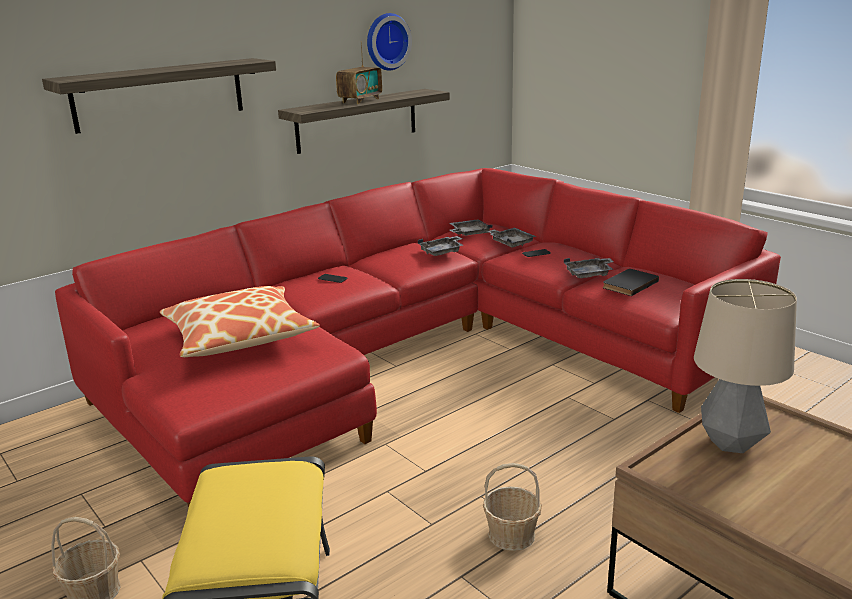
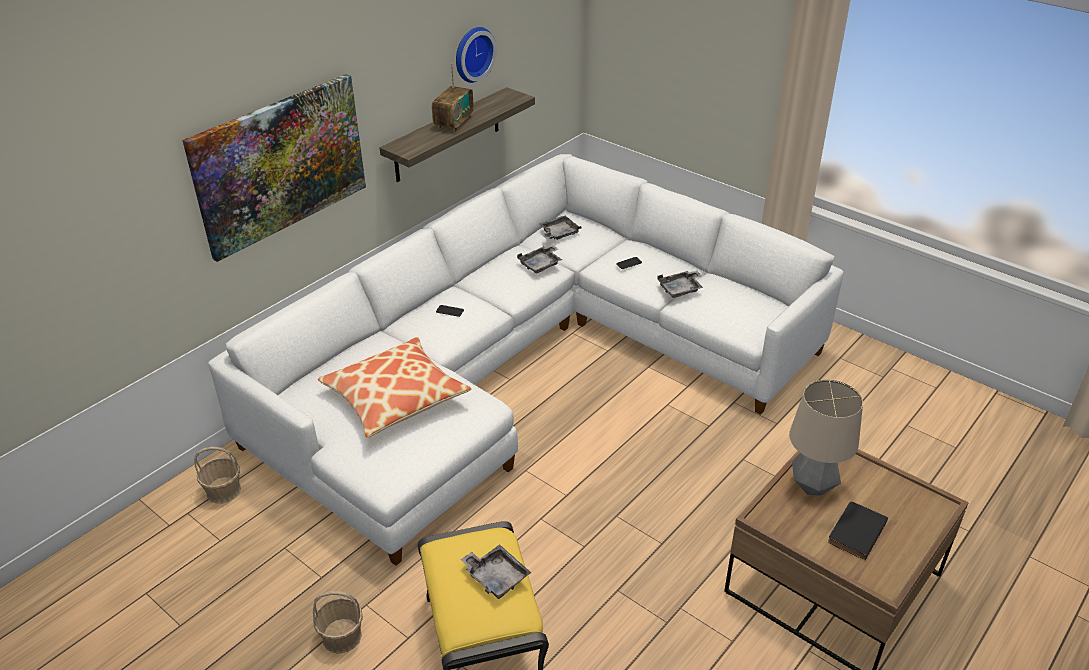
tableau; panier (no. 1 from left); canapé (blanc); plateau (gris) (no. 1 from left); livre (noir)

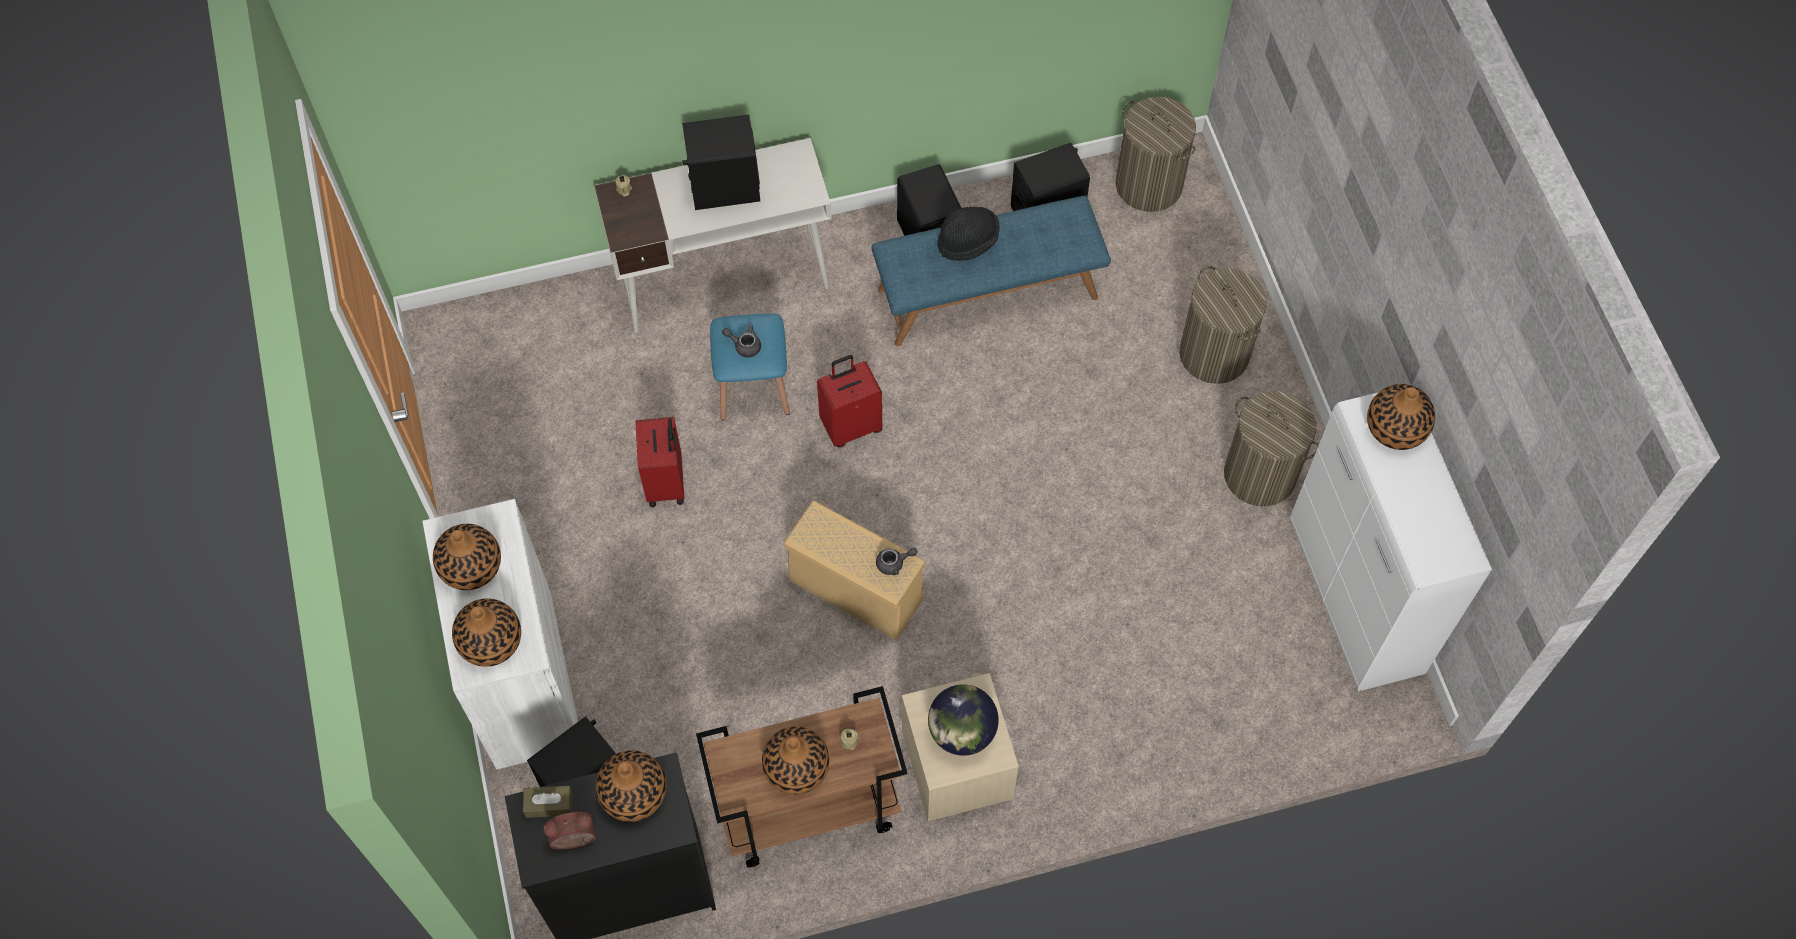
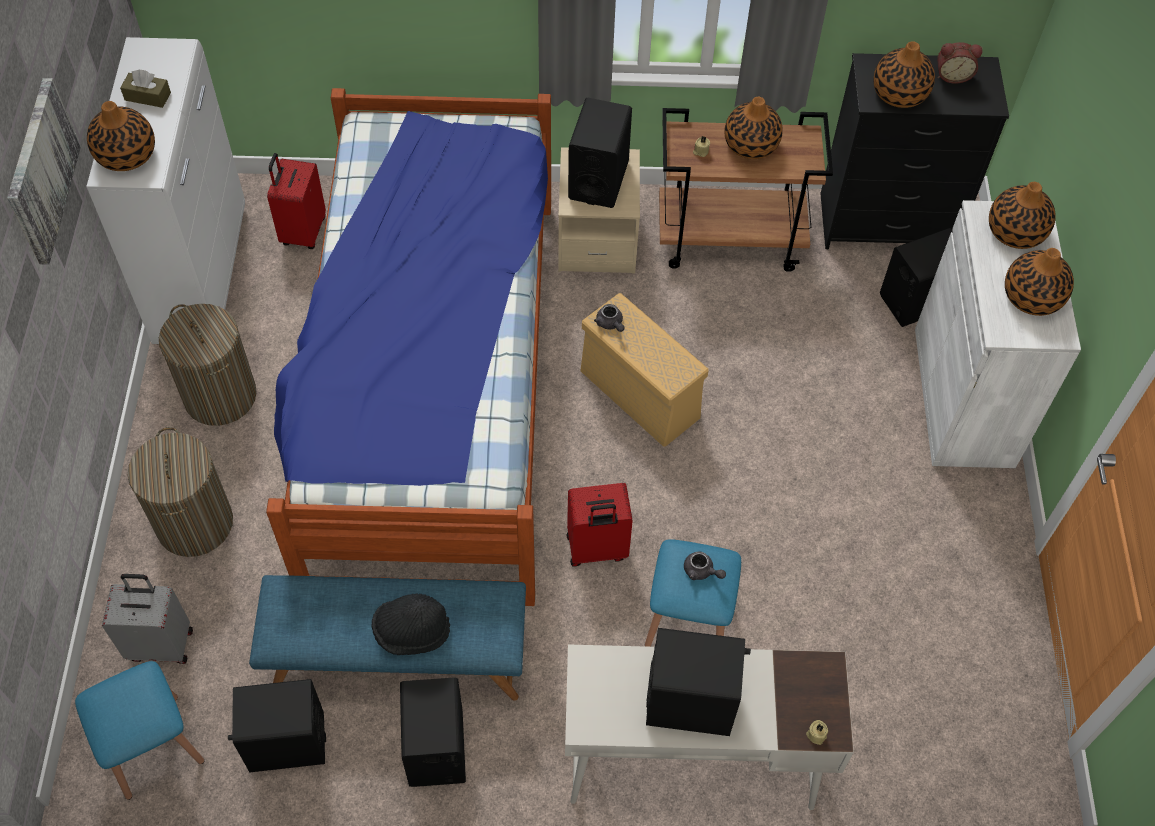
tableau; tabouret (bleu) (no. 1 from left); valise (gris); boîte à mouchoirs (marron); lit; valise (rouge) (no. 1 from left); enceinte (noir) (no. 3 from left); théière (gris) (no. 1 from left)

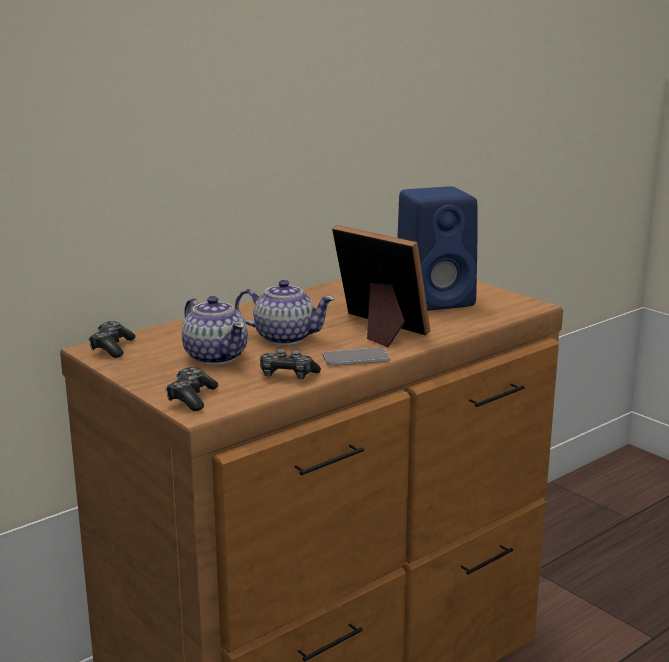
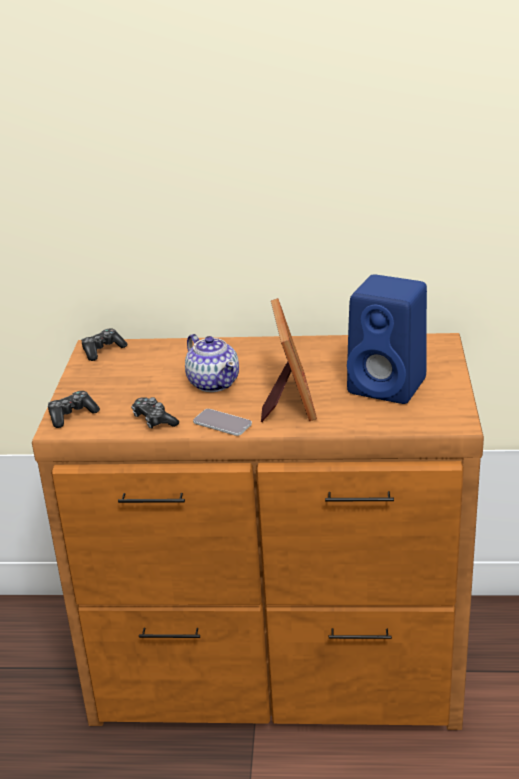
théière (no. 1 from left in the first image)

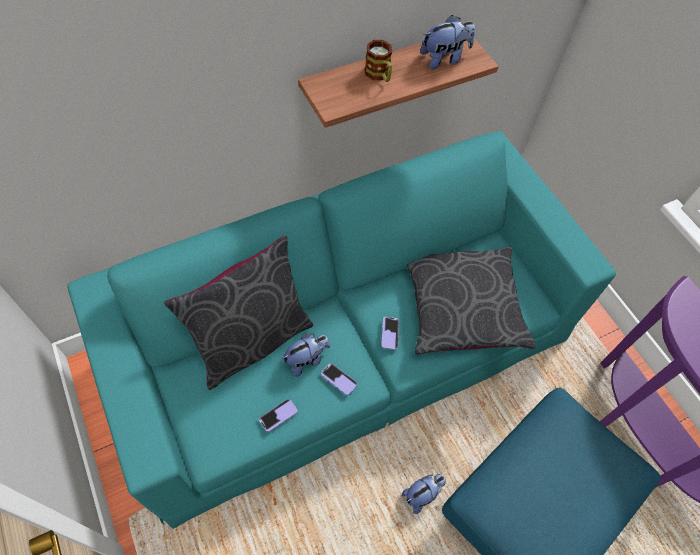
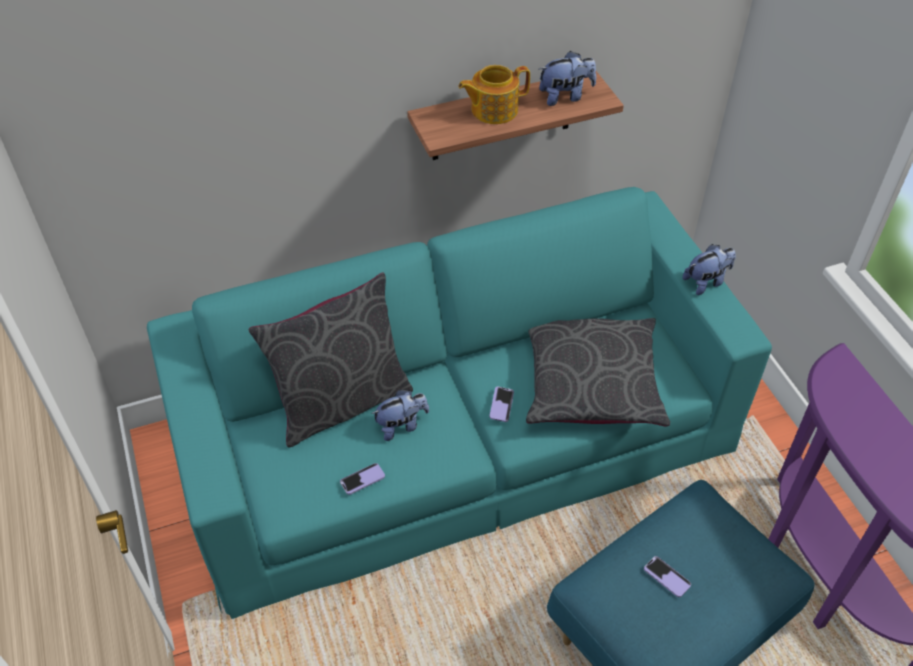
théière; téléphone (no. 3 from left); peluche (no. 3 from left)

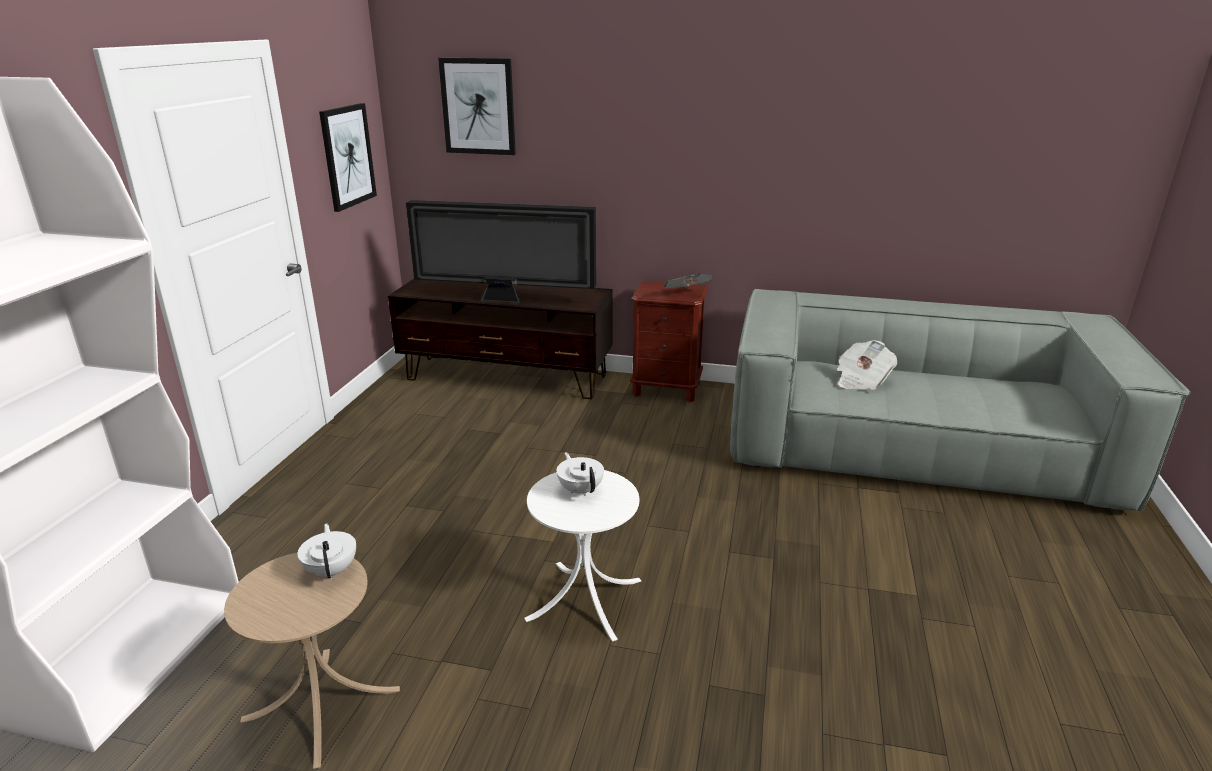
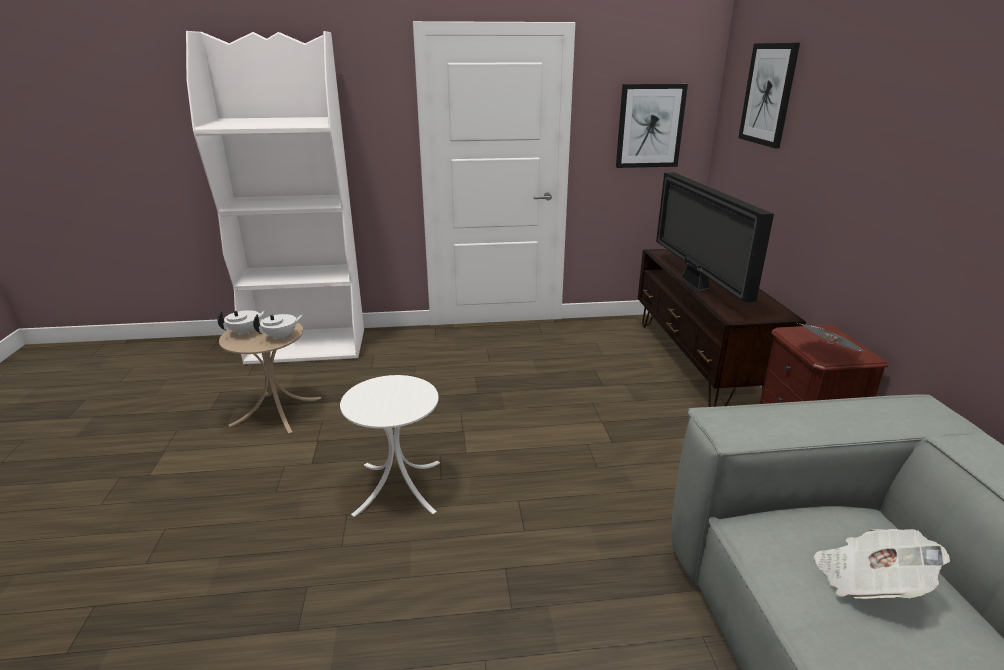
théière (blanc) (no. 1 from left)

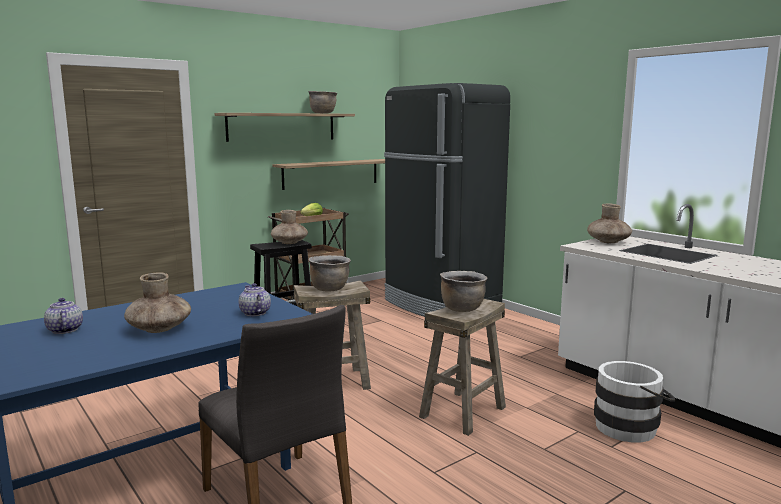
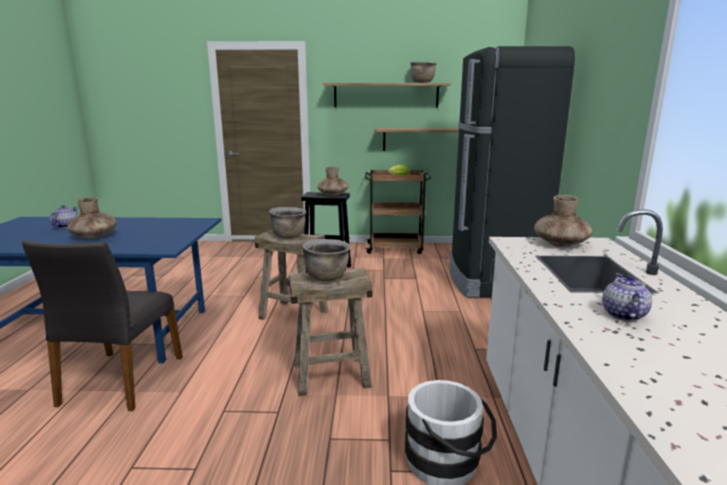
théière (no. 2 from left)

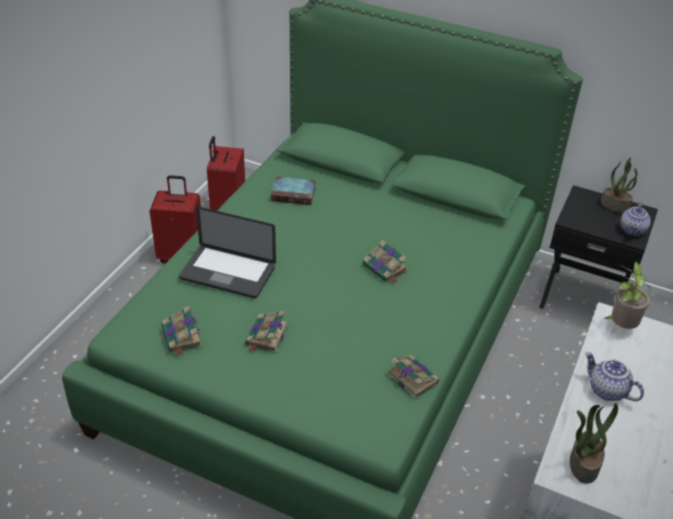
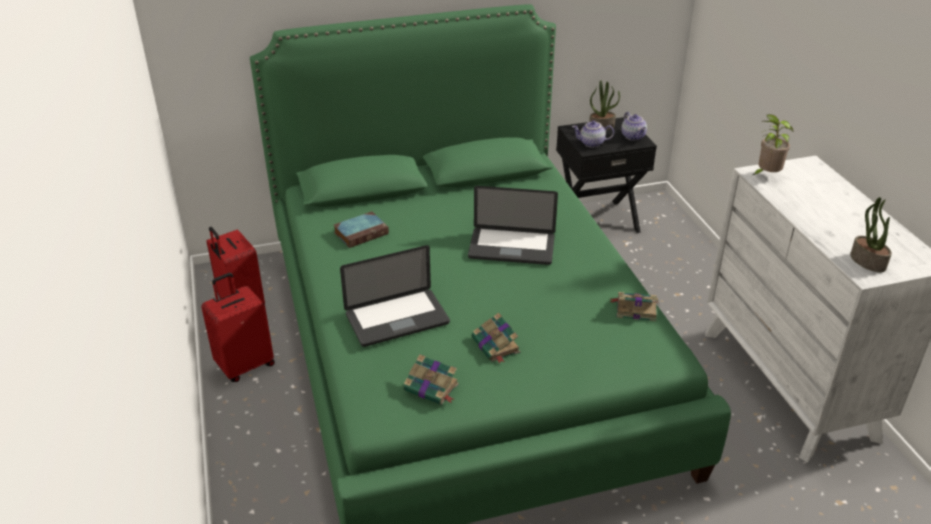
ordinateur portable (no. 2 from left); théière (no. 1 from left)

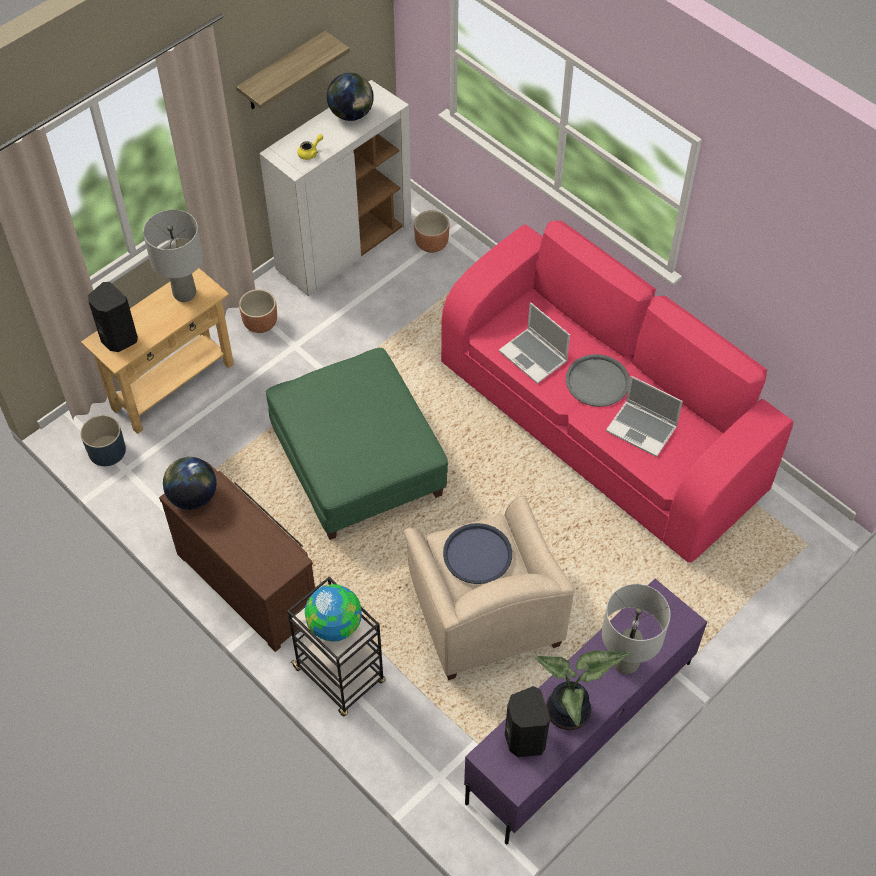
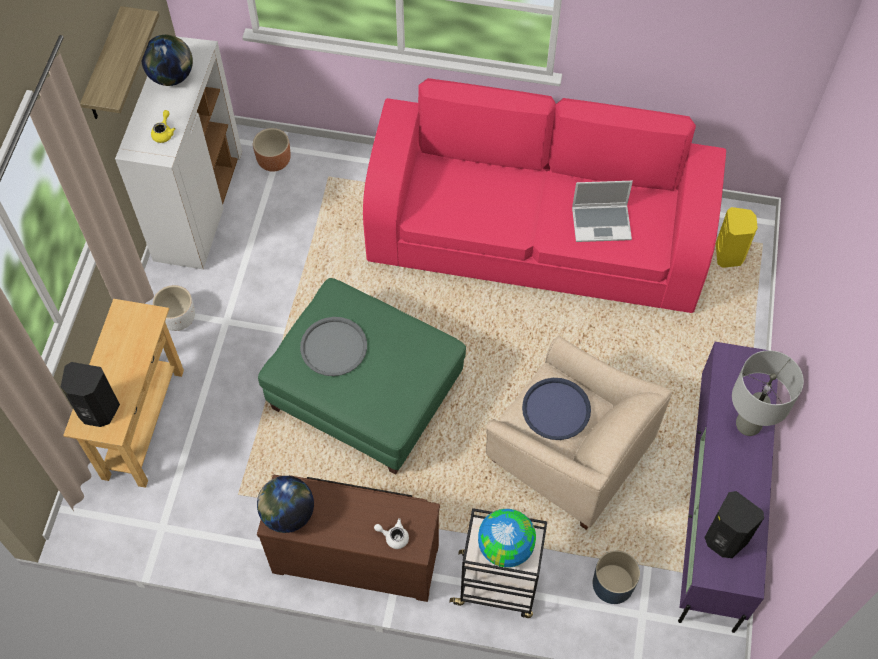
cache-pot (blanc); plateau (gris); théière (blanc); cache-pot (bleu); enceinte (jaune); lampe de table (gris) (no. 1 from left in the first image); ordinateur portable (no. 1 from left in the first image); plante en pot

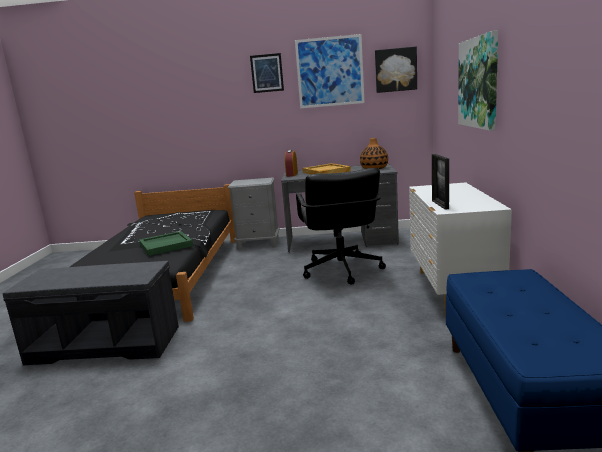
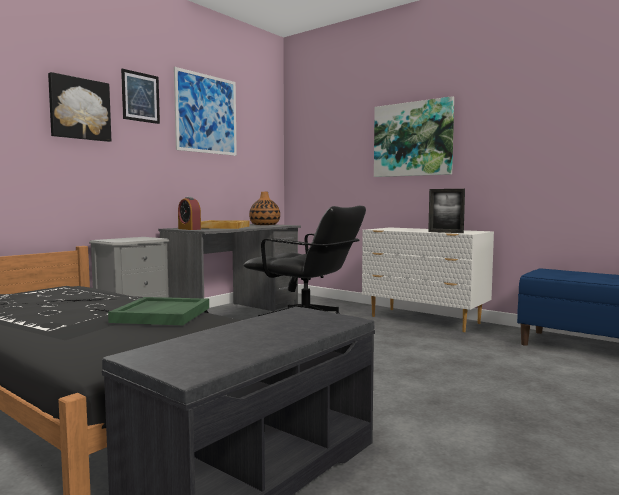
tableau (no. 1 from left)

